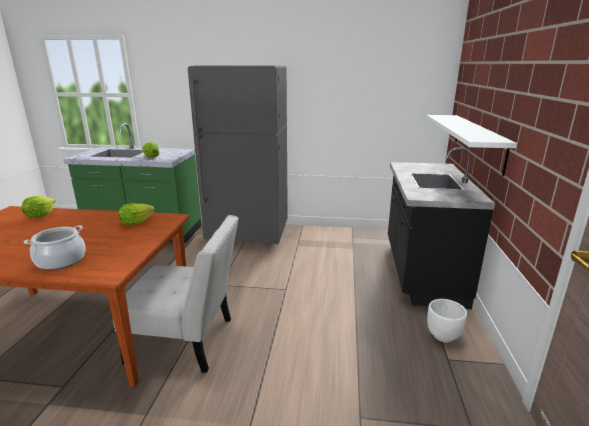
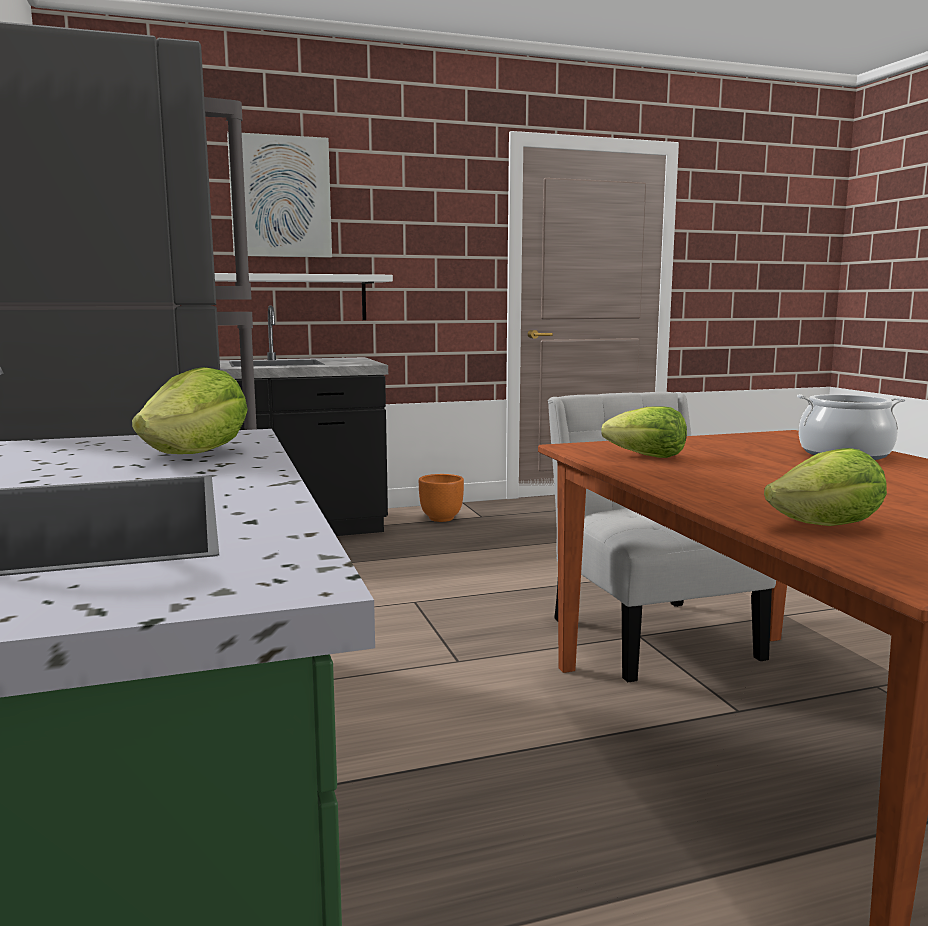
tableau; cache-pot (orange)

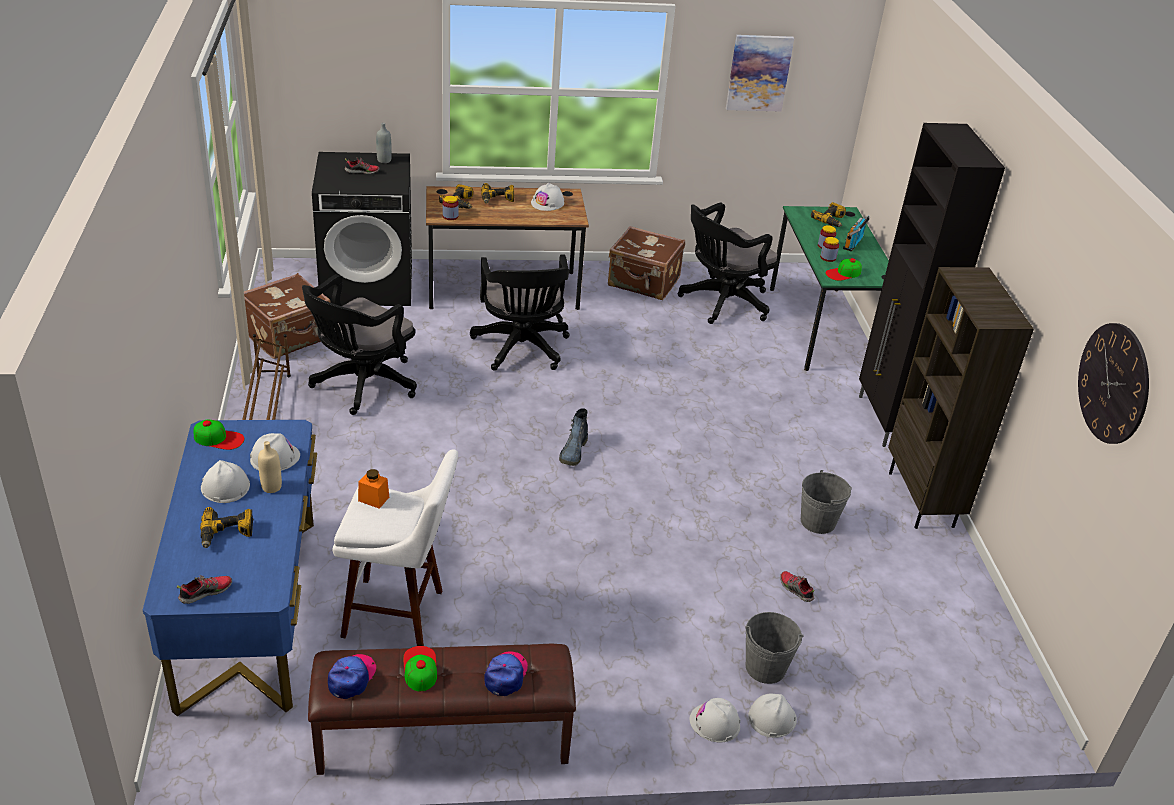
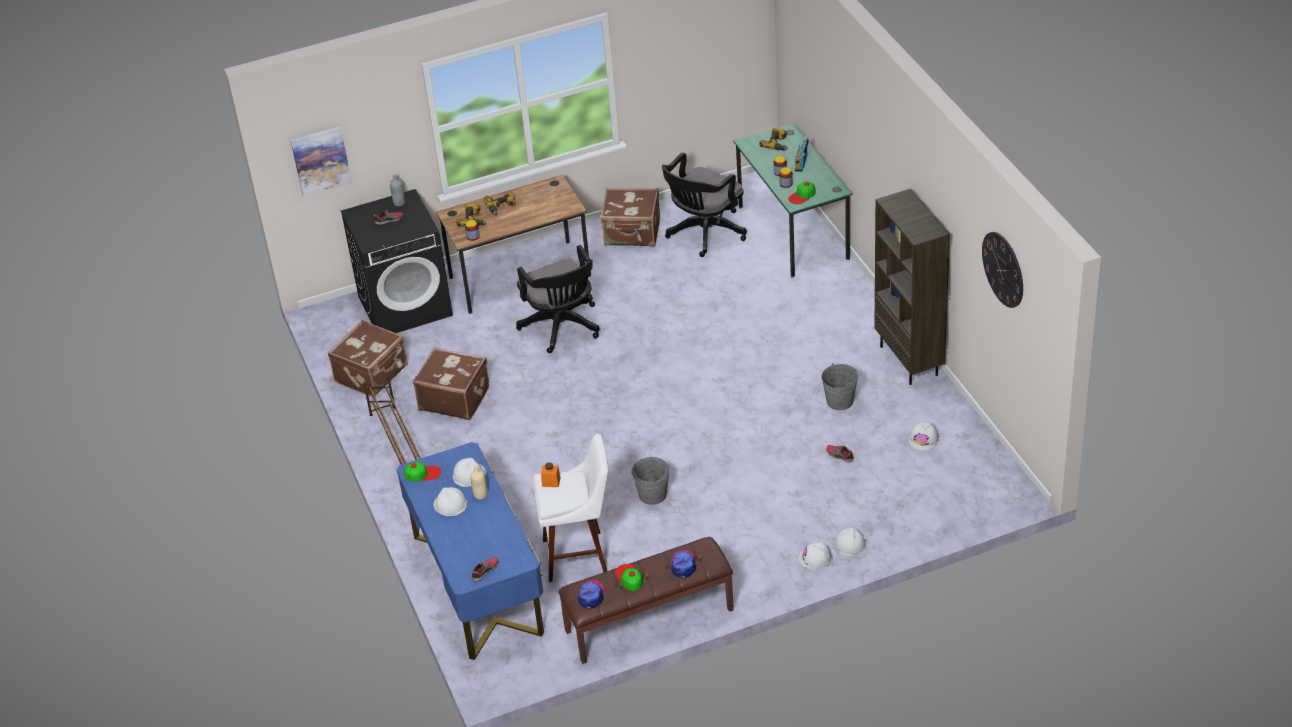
tableau; valise (marron) (no. 2 from left); seau (gris) (no. 1 from left); casque de chantier (blanc) (no. 5 from left); perceuse (no. 1 from left in the first image); botte; meuble de rangement (noir)

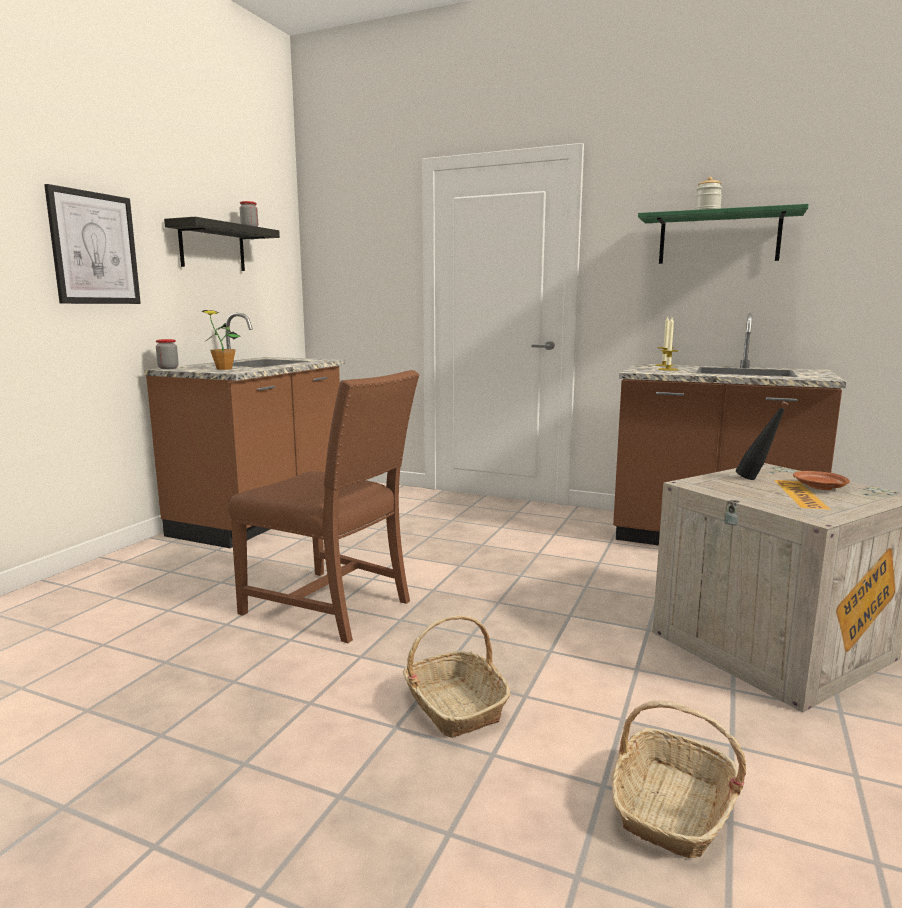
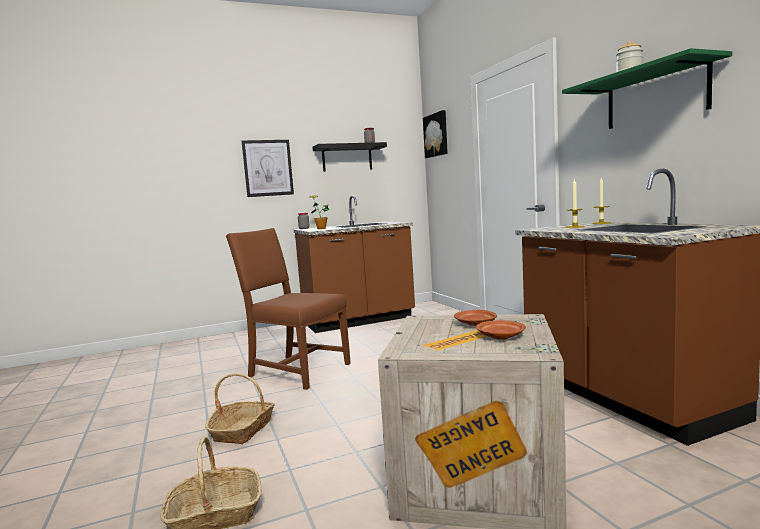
chaise (marron); tableau (no. 2 from left); assiette (marron) (no. 1 from left)

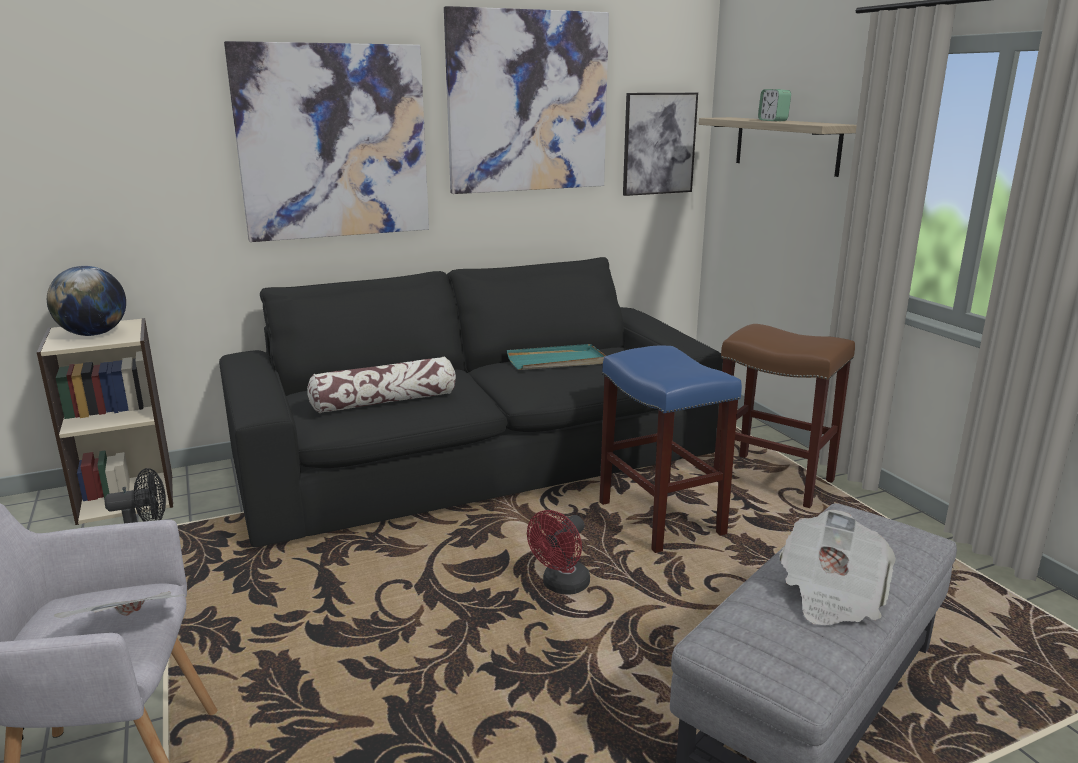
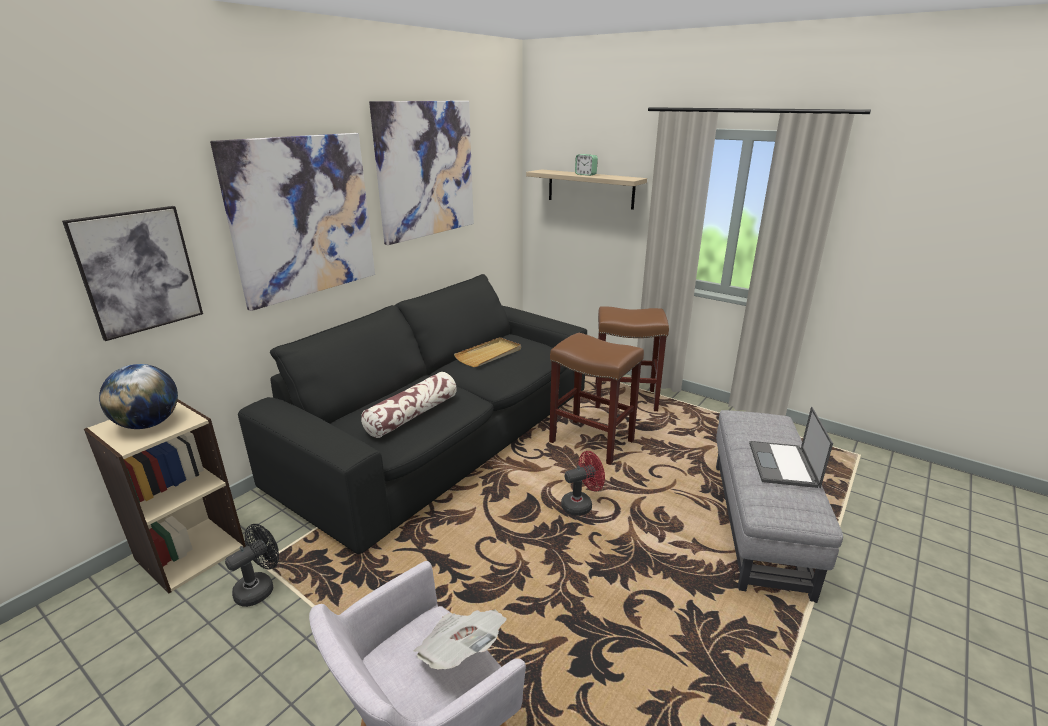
tableau (no. 1 from left); plateau (beige); tabouret (marron) (no. 1 from left); ventilateur (rouge); ordinateur portable

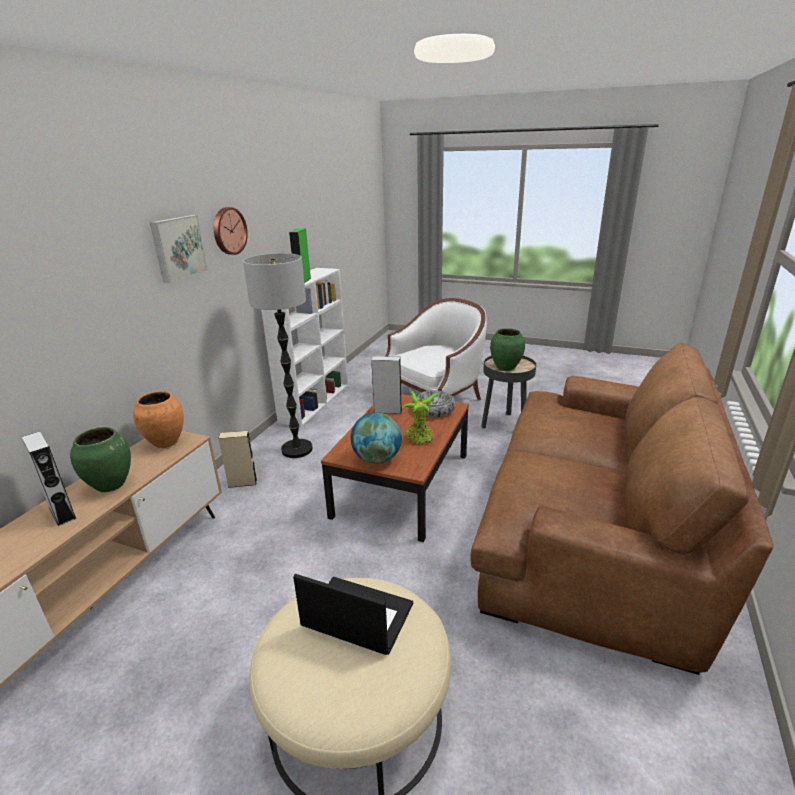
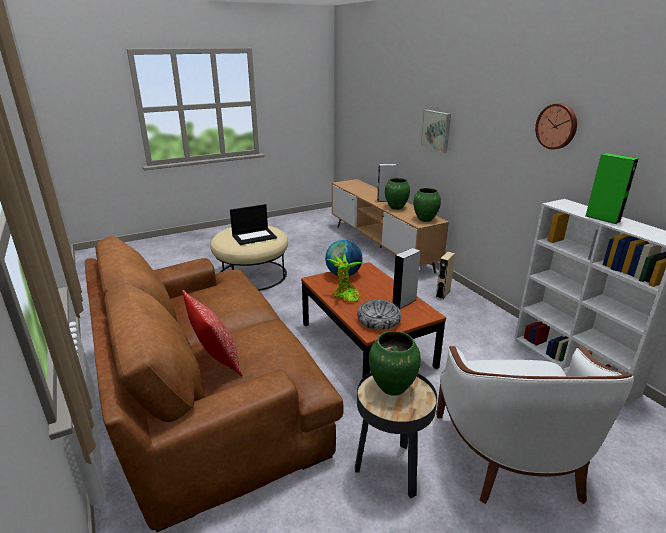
coussin; vase (vert) (no. 3 from left); tableau; lampadaire

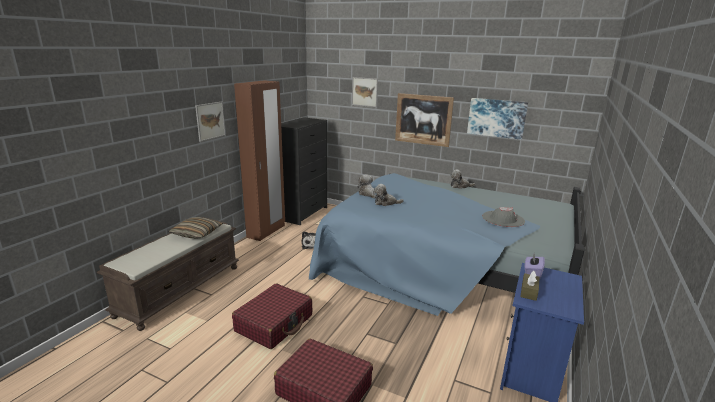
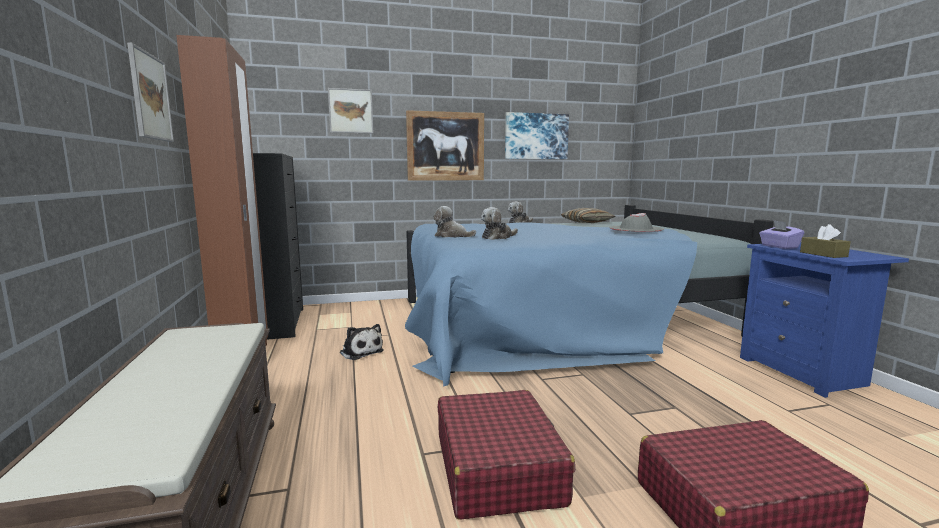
coussin

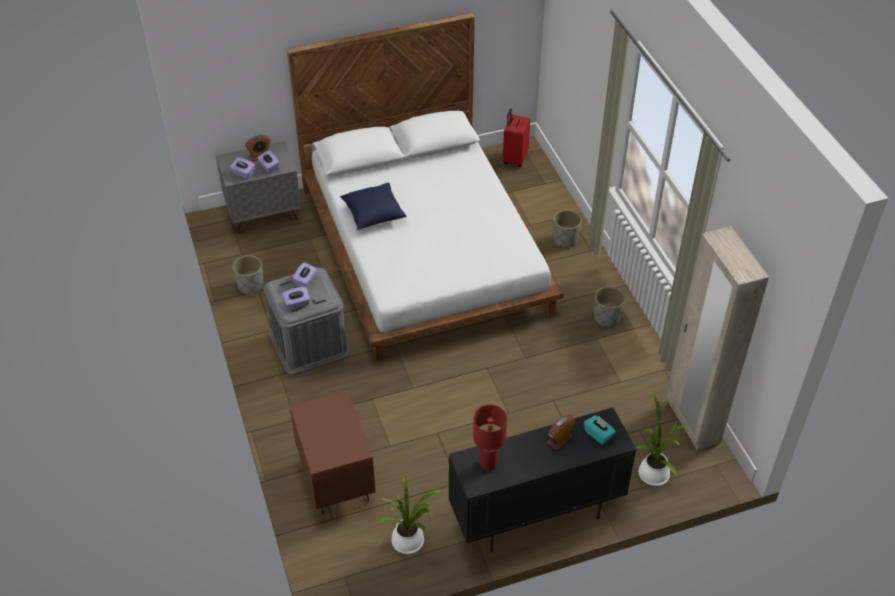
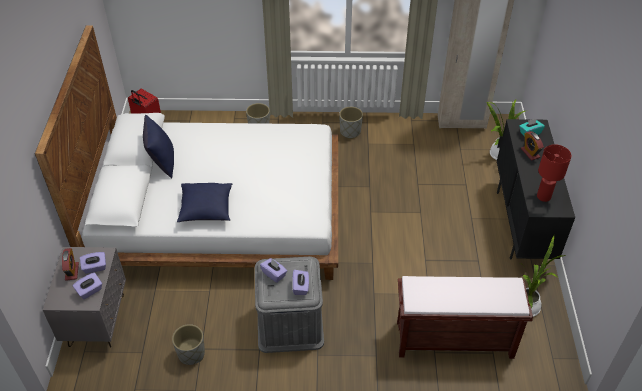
coussin (bleu) (no. 1 from left); banc (marron)

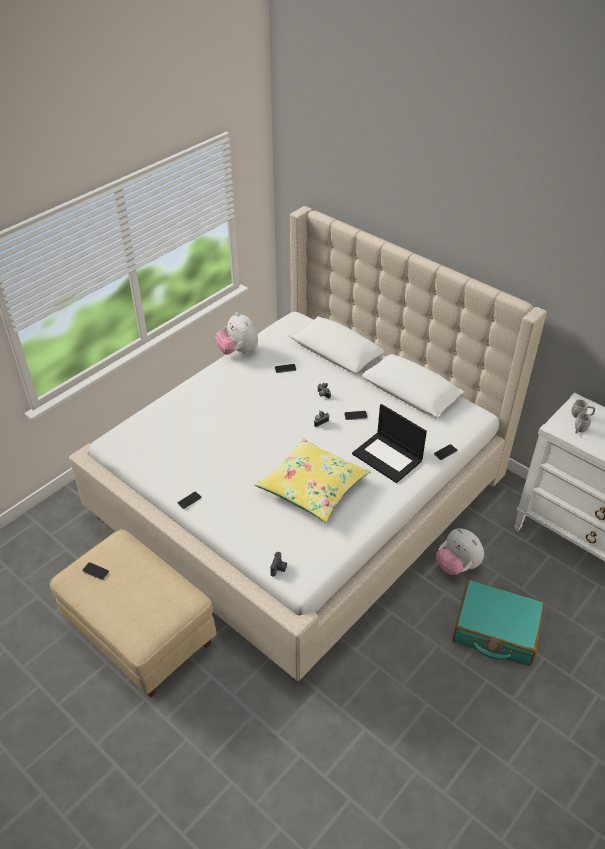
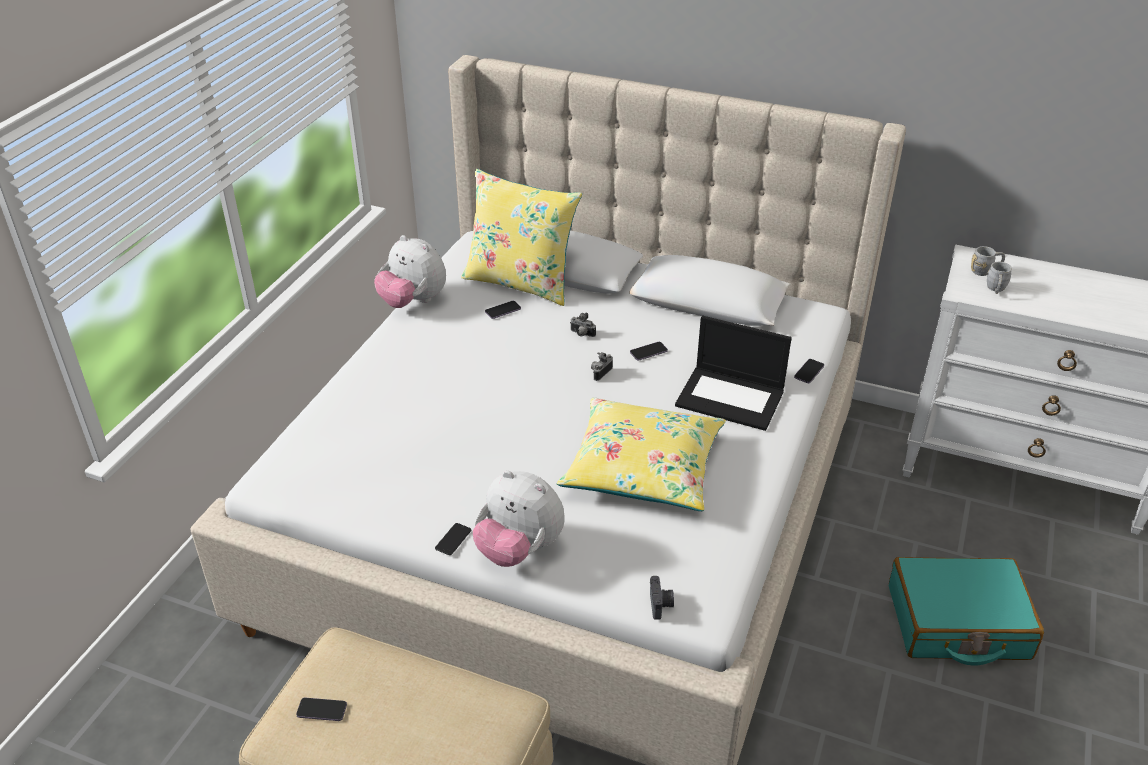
coussin (jaune) (no. 1 from left); peluche (no. 2 from left)

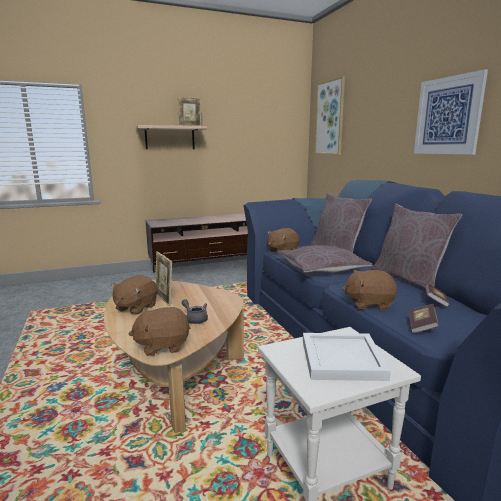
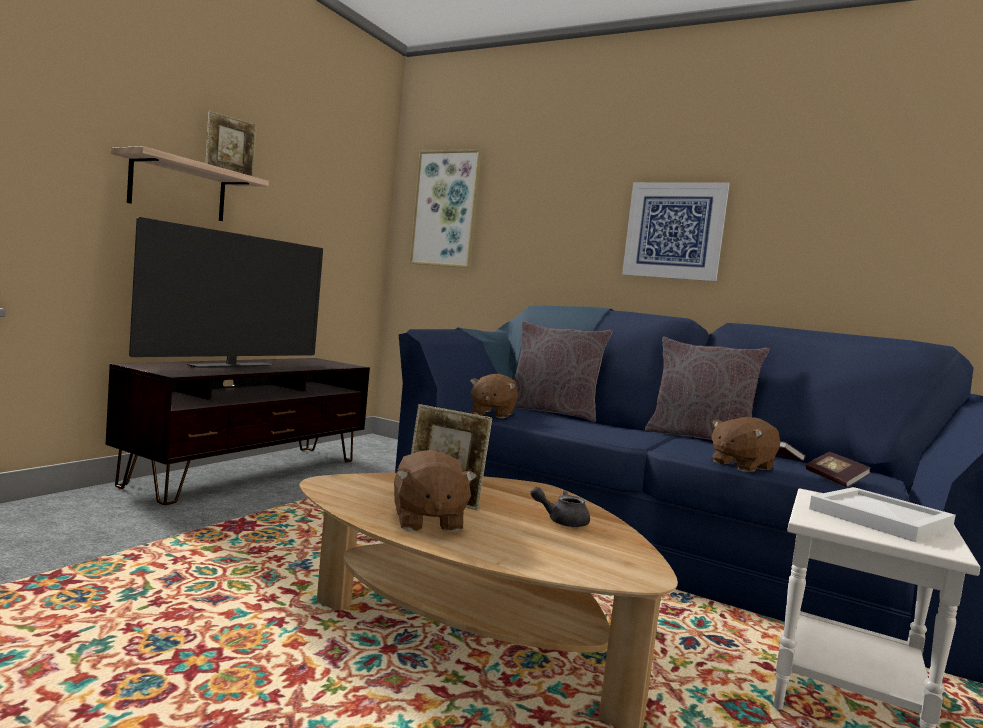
téléviseur; peluche (marron) (no. 2 from left in the first image); coussin (gris) (no. 1 from left in the first image)

